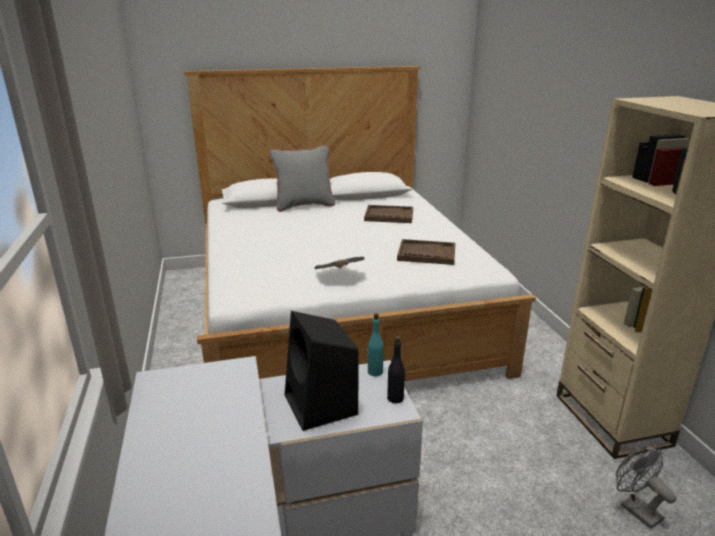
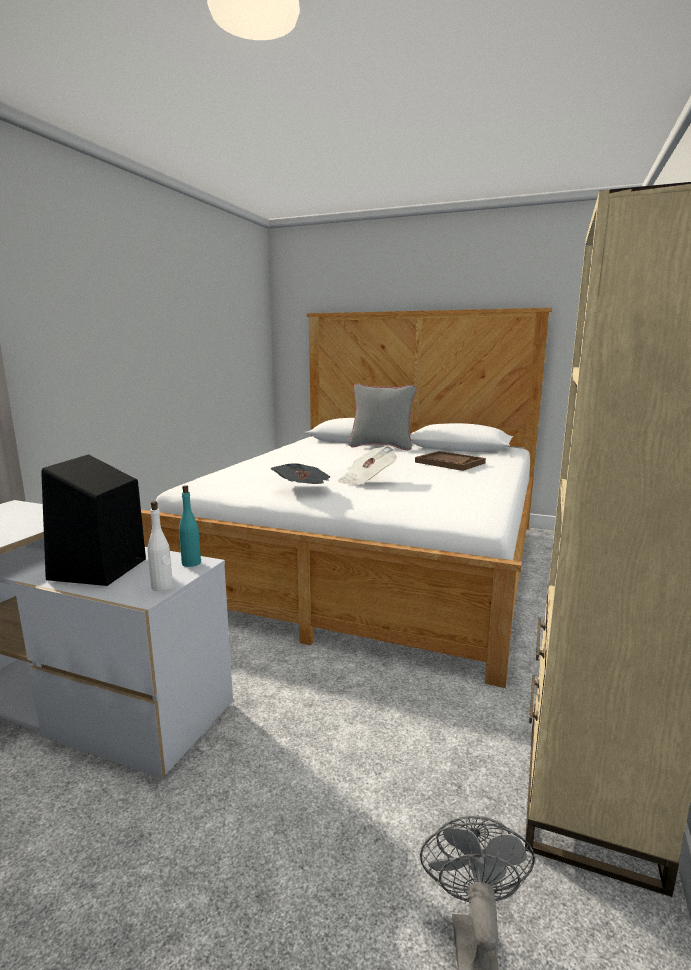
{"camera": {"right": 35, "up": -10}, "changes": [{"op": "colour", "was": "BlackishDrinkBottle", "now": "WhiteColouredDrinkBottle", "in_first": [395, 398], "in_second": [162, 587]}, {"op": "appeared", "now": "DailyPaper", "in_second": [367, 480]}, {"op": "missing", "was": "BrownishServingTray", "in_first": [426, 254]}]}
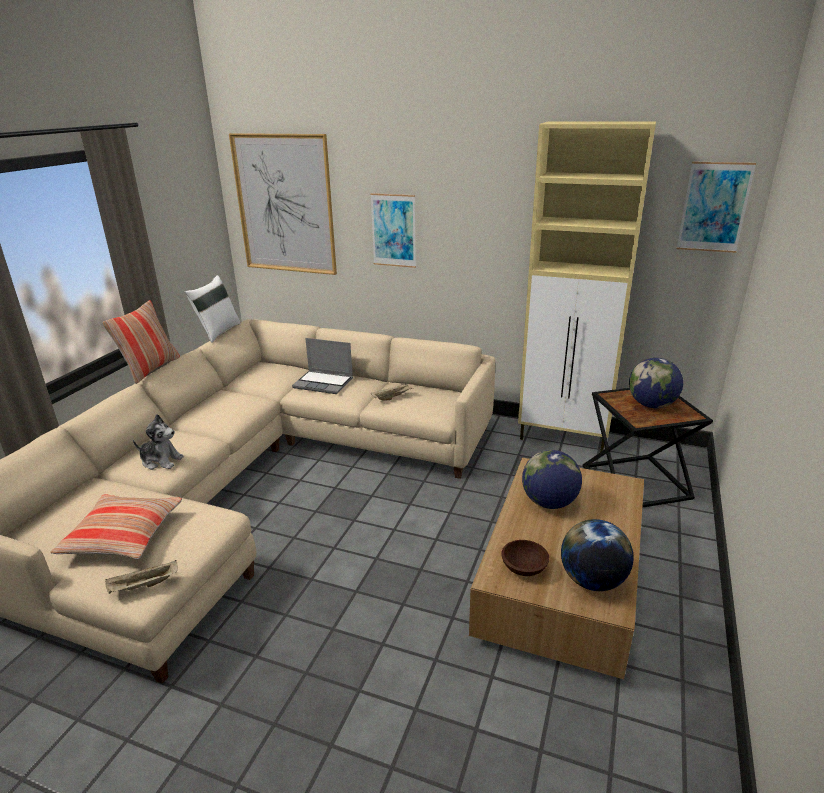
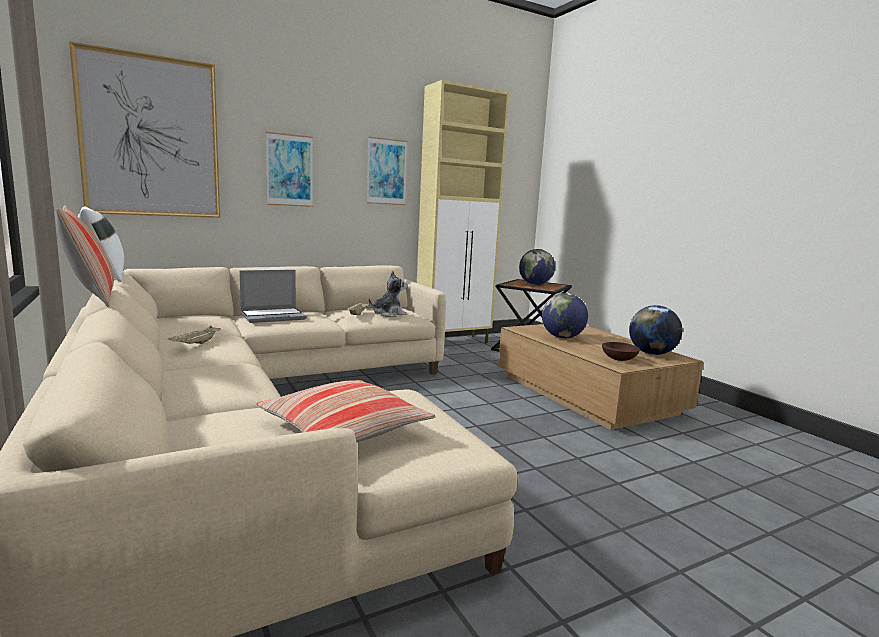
{"camera": {"right": -50, "up": -15}, "changes": [{"op": "relocated", "was": "SandColouredServingTray", "in_first": [143, 586], "in_second": [196, 344]}, {"op": "relocated", "was": "Picture", "in_first": [714, 207], "in_second": [386, 172]}, {"op": "relocated", "was": "CuddlyToy", "in_first": [161, 461], "in_second": [388, 314]}]}
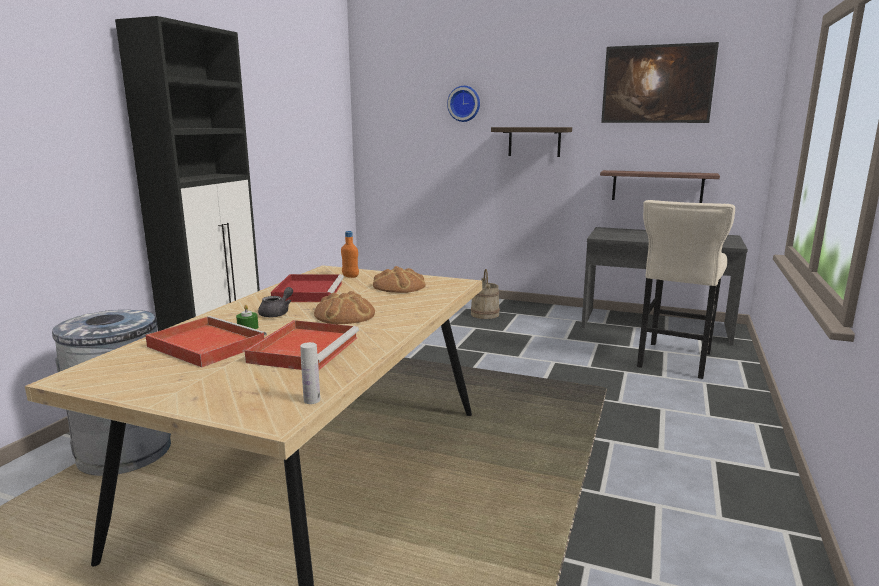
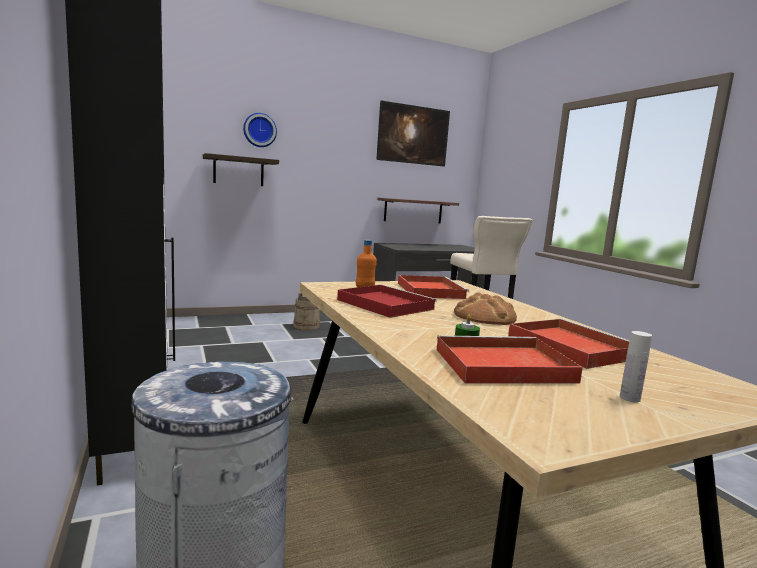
{"camera": {"right": -45, "up": -5}, "changes": [{"op": "relocated", "was": "BracketShelf", "in_first": [534, 141], "in_second": [238, 171]}, {"op": "exchanged", "was": "BakeryBread", "now": "RedServingTray", "in_first": [399, 286], "in_second": [429, 290]}, {"op": "relocated", "was": "WhiteColouredDrinkBottle", "in_first": [312, 400], "in_second": [629, 398]}, {"op": "missing", "was": "GrayTeaPot", "in_first": [277, 313]}]}
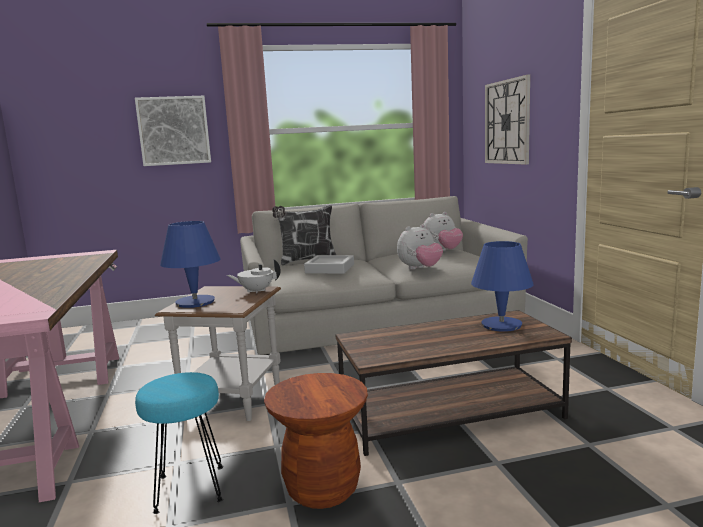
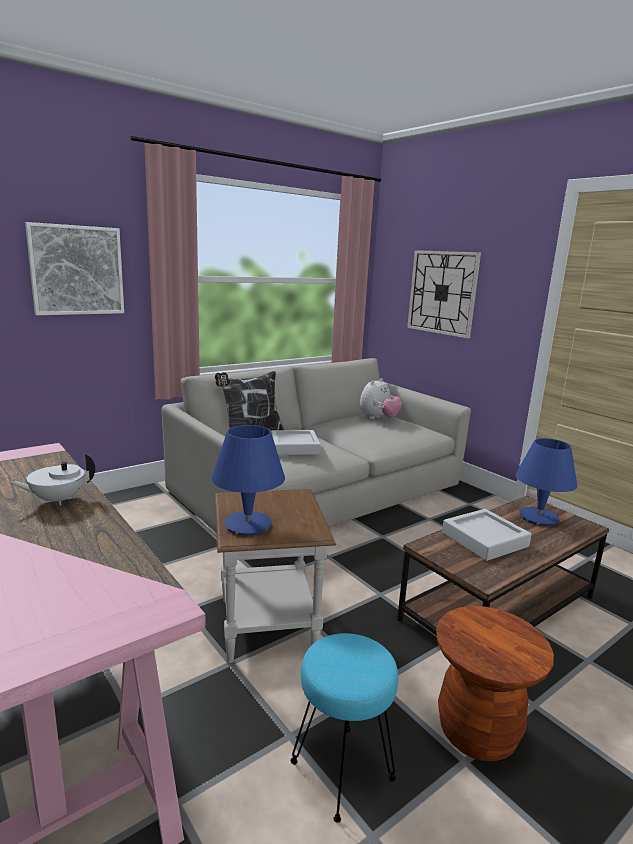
{"camera": {"right": -25, "up": 5}, "changes": [{"op": "relocated", "was": "WhiteColouredTeaPot", "in_first": [256, 291], "in_second": [57, 500]}, {"op": "appeared", "now": "GrayServingTray", "in_second": [484, 539]}, {"op": "missing", "was": "CuddlyToy", "in_first": [420, 269]}]}
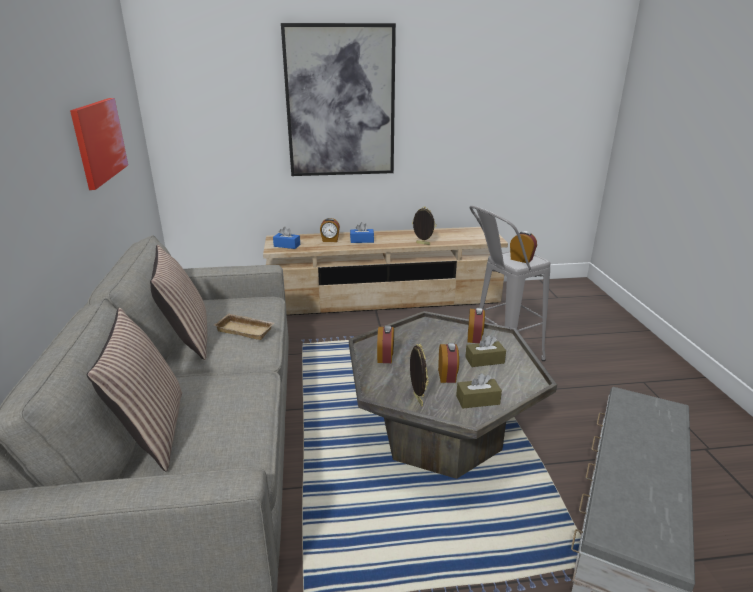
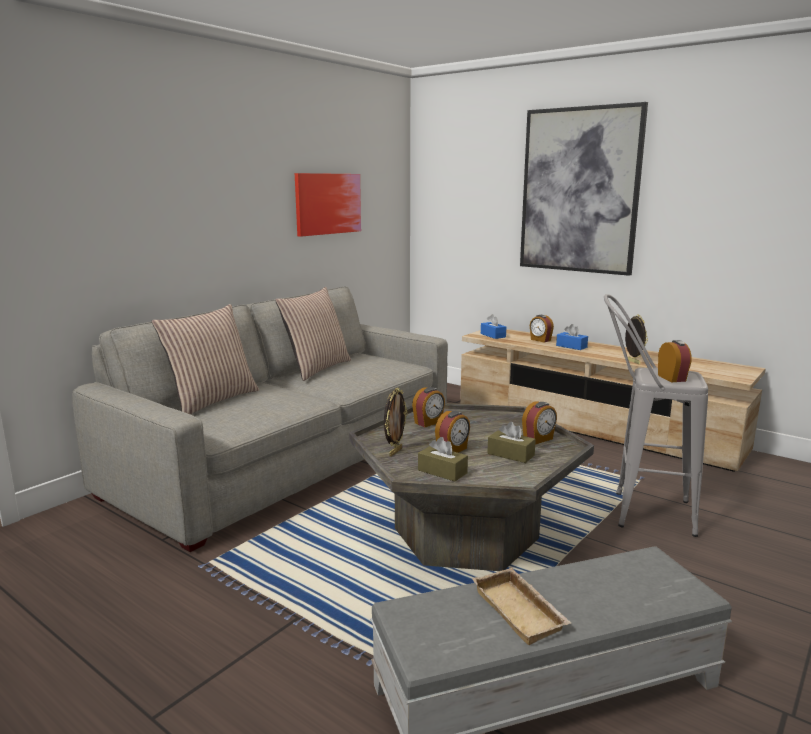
{"camera": {"right": 45, "up": -10}, "changes": [{"op": "relocated", "was": "SandColouredServingTray", "in_first": [246, 329], "in_second": [521, 611]}]}
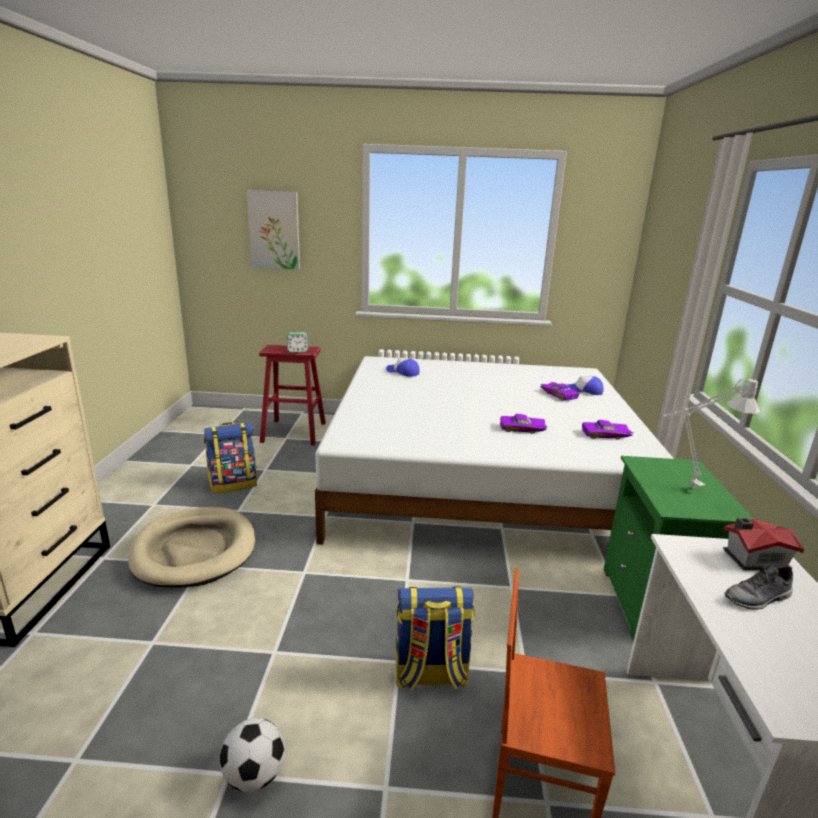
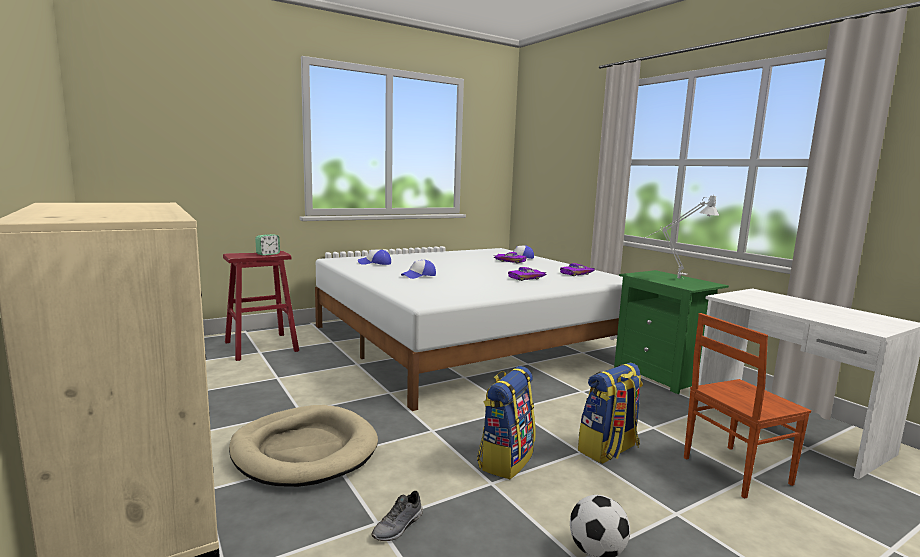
{"camera": {"right": -35, "up": -10}, "changes": [{"op": "relocated", "was": "GrayShoe", "in_first": [758, 598], "in_second": [398, 527]}, {"op": "appeared", "now": "PeakedCap", "in_second": [419, 276]}, {"op": "relocated", "was": "Backpack", "in_first": [233, 484], "in_second": [505, 460]}, {"op": "missing", "was": "Picture", "in_first": [274, 230]}, {"op": "missing", "was": "MiniatureHouse", "in_first": [753, 558]}]}
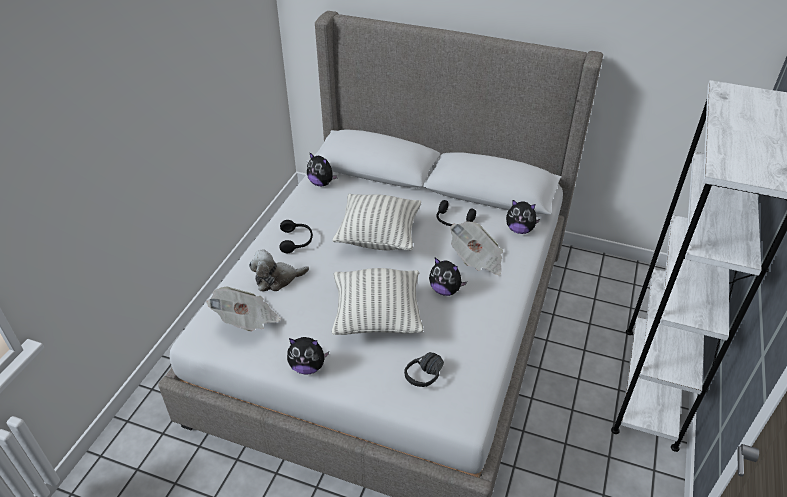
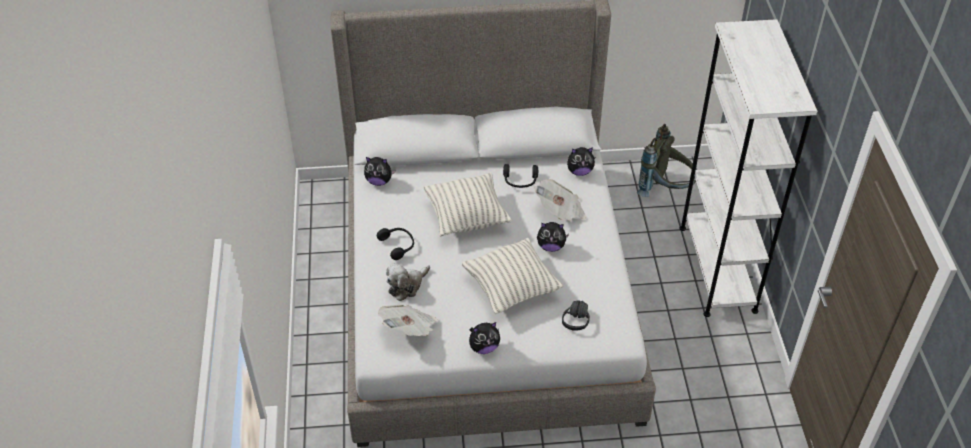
{"camera": {"right": -25, "up": 5}, "changes": [{"op": "appeared", "now": "GrayBackpack", "in_second": [665, 190]}]}
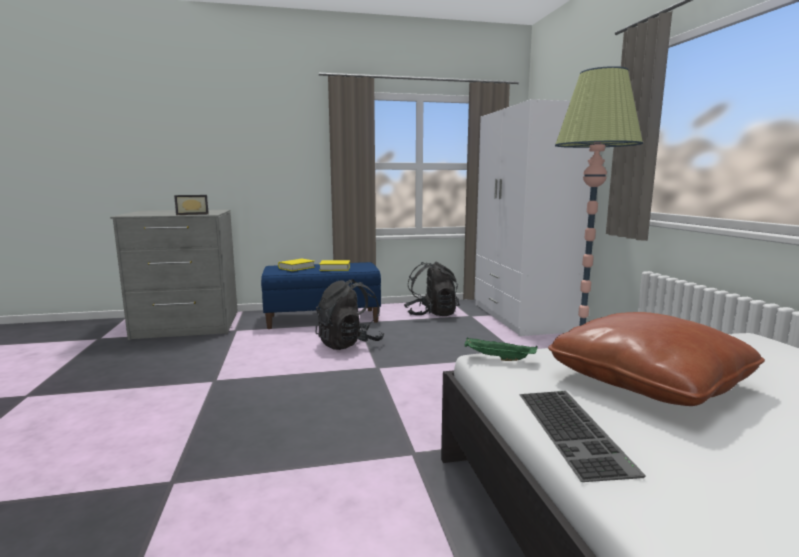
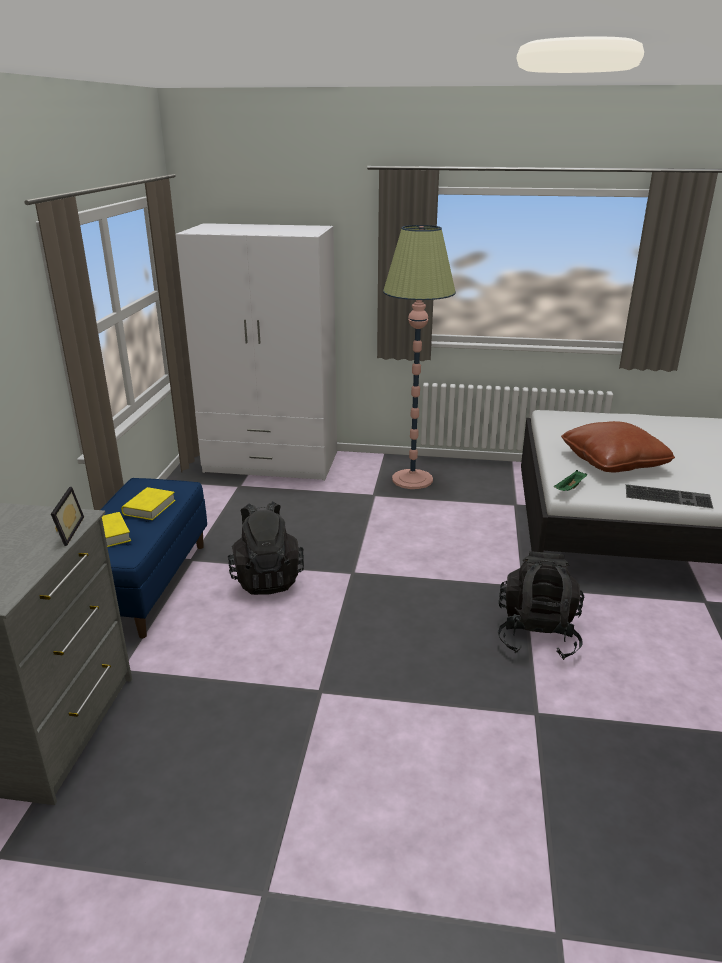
{"camera": {"right": -70, "up": 15}, "changes": [{"op": "relocated", "was": "BlackishBackpack", "in_first": [431, 314], "in_second": [537, 635]}]}
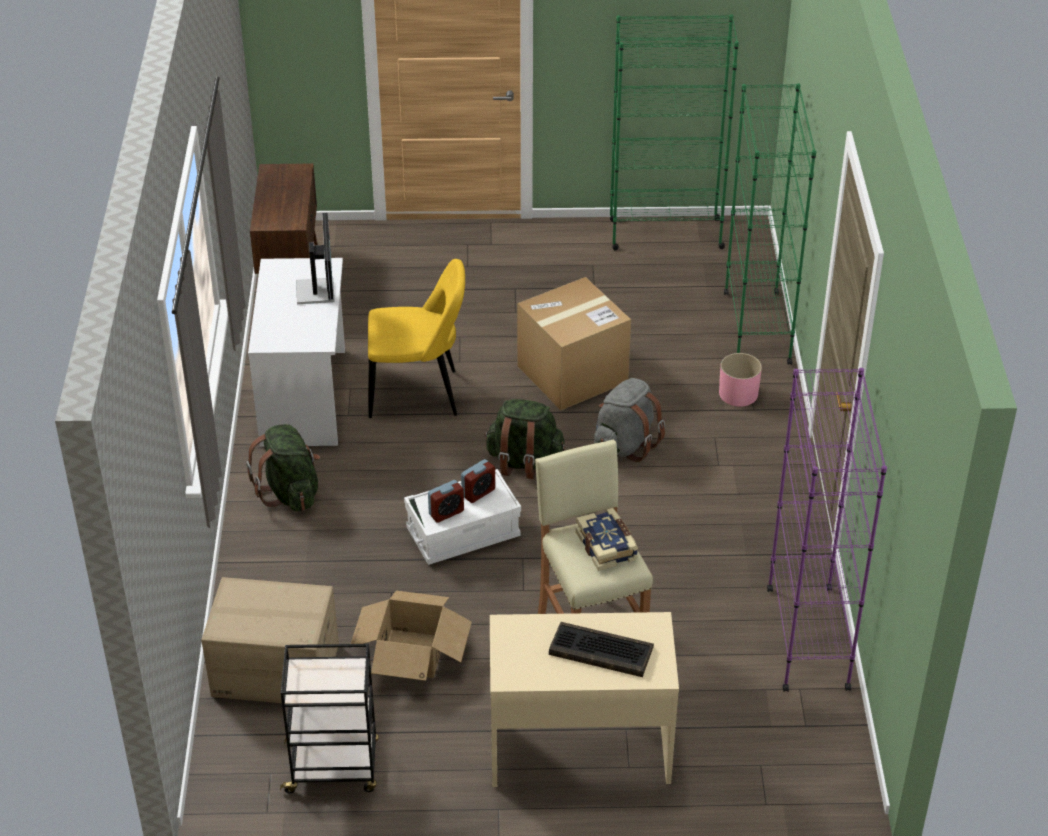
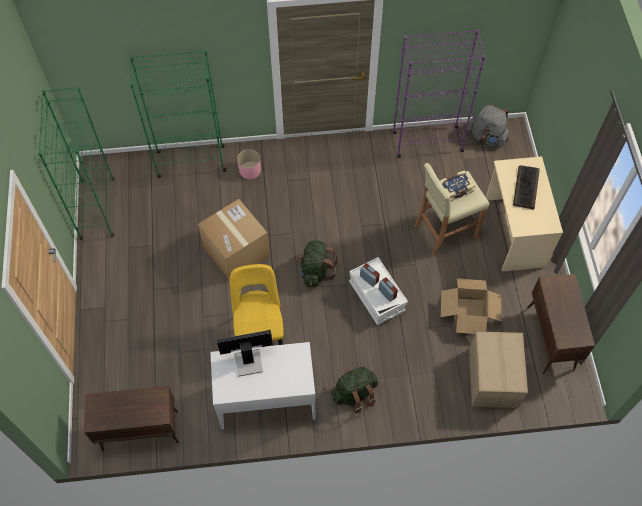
{"camera": {"right": -95, "up": 20}, "changes": [{"op": "relocated", "was": "GrayBackpack", "in_first": [625, 445], "in_second": [487, 137]}, {"op": "exchanged", "was": "BlackishCart", "now": "BrownishCupboard", "in_first": [334, 767], "in_second": [550, 339]}]}
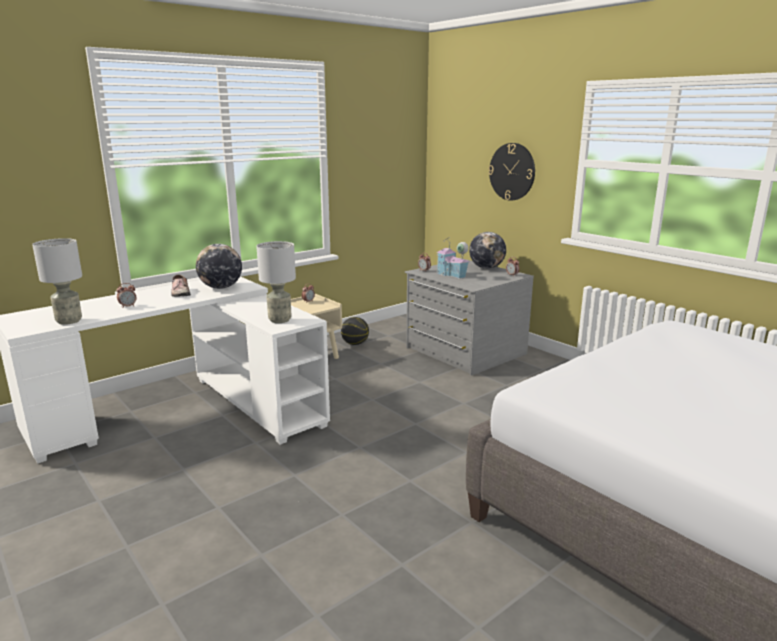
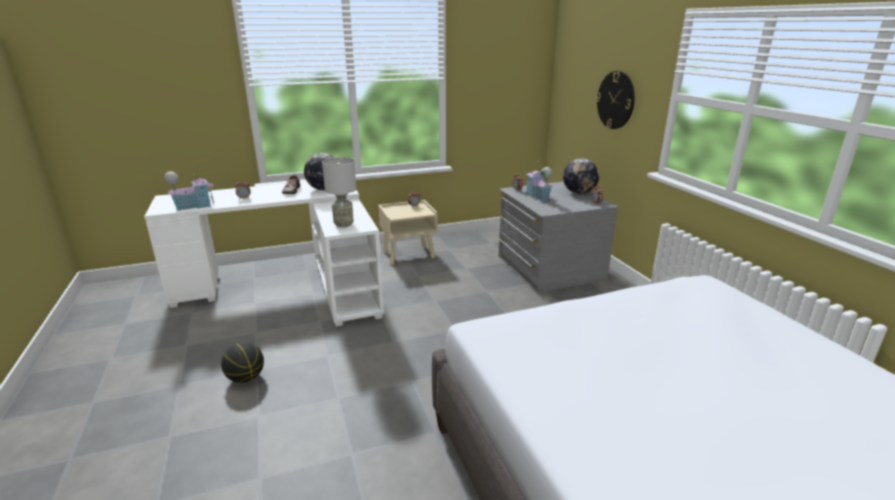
{"camera": {"right": 20, "up": 5}, "changes": [{"op": "exchanged", "was": "GrayTableLamp", "now": "MiniatureHouse", "in_first": [69, 321], "in_second": [194, 206]}, {"op": "relocated", "was": "BallForBasketball", "in_first": [355, 344], "in_second": [246, 378]}]}
